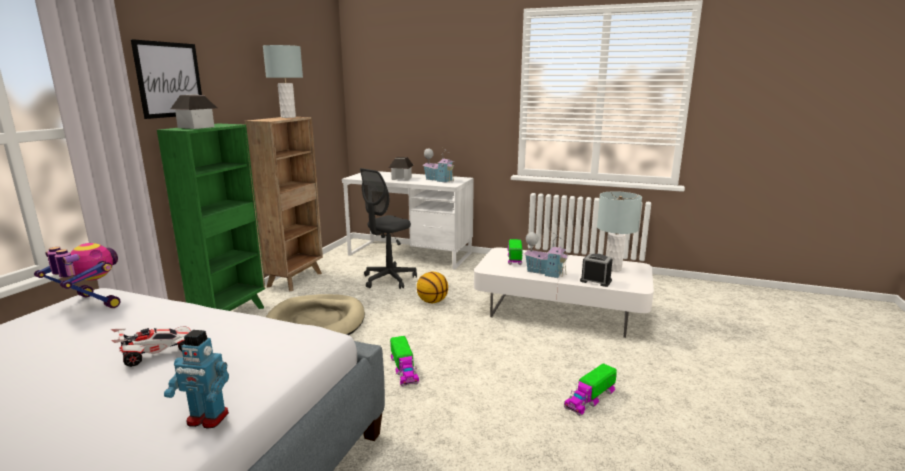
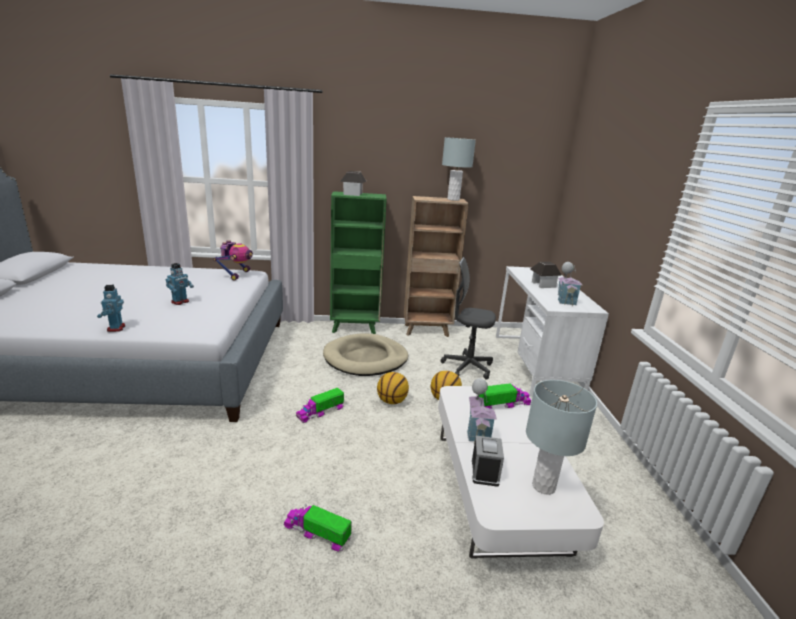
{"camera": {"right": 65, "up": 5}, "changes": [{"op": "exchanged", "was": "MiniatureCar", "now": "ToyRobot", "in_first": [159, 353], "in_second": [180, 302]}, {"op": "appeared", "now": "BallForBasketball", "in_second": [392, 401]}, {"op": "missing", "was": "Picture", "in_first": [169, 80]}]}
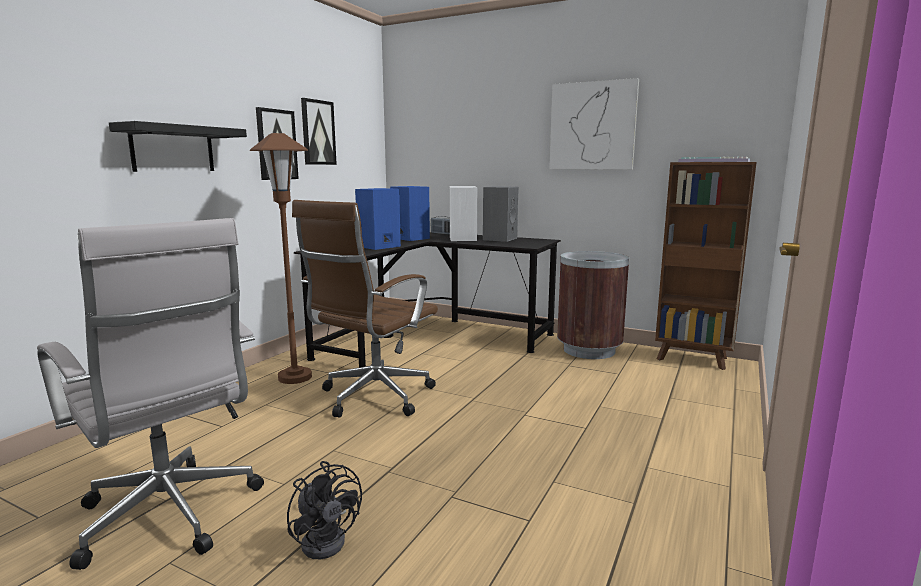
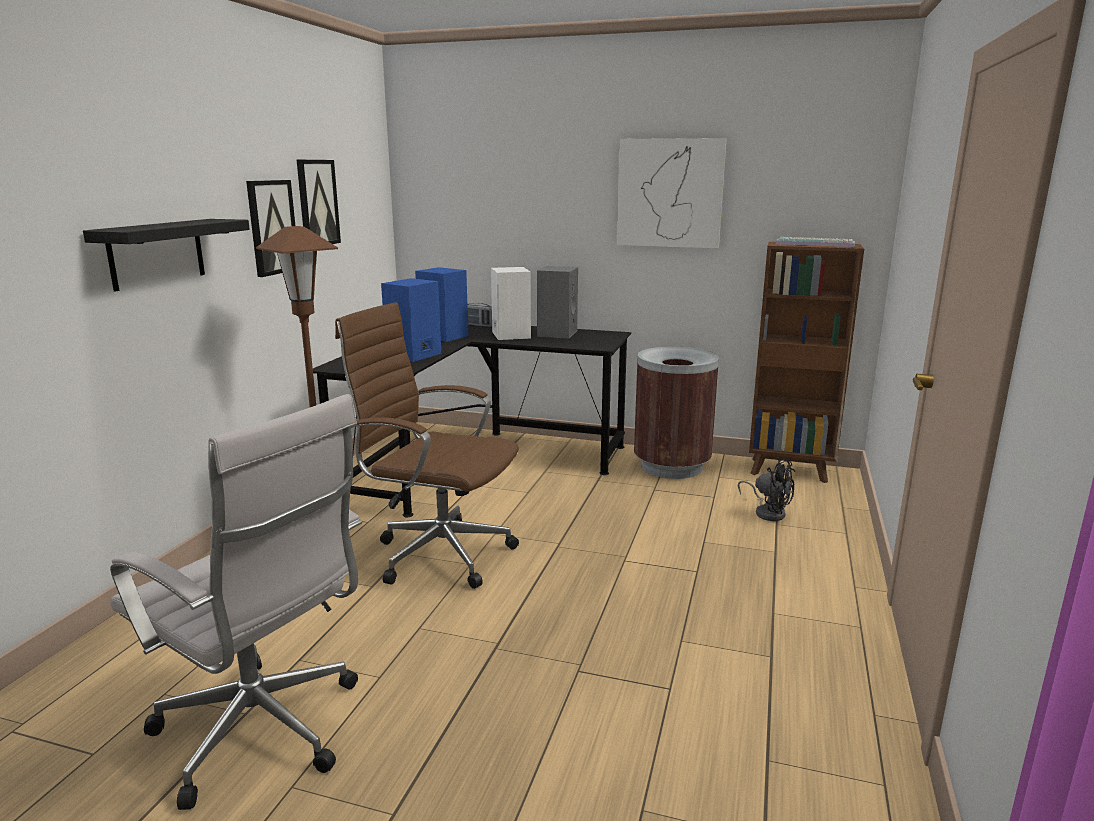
{"camera": {"right": -10, "up": 5}, "changes": [{"op": "spun", "was": "BrownishOfficeChair", "in_first": [372, 398], "in_second": [437, 553], "clockwise": 90}, {"op": "relocated", "was": "BlackishCoolingFan", "in_first": [327, 538], "in_second": [768, 512]}]}
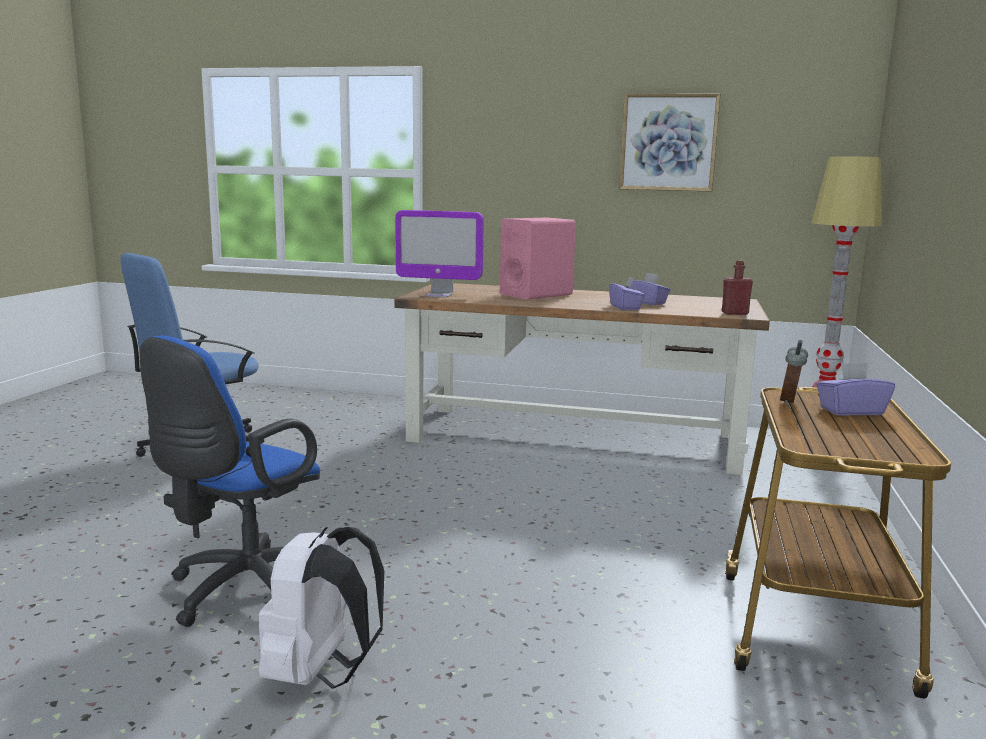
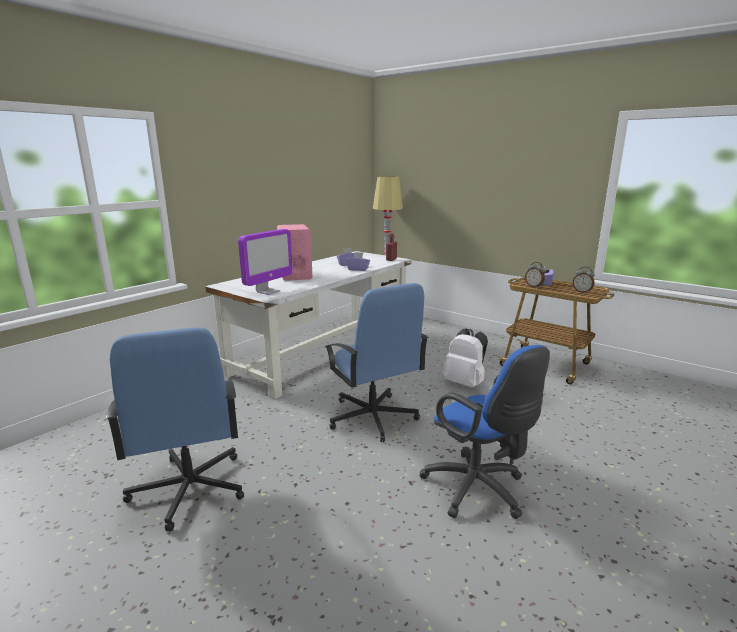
{"camera": {"right": -65, "up": 5}, "changes": [{"op": "colour", "was": "BrownishDesk", "now": "WhiteColouredDesk", "in_first": [576, 438], "in_second": [323, 352]}, {"op": "appeared", "now": "BlueOfficeChair", "in_second": [372, 418]}, {"op": "relocated", "was": "WhiteColouredBackpack", "in_first": [319, 674], "in_second": [465, 383]}, {"op": "appeared", "now": "TableClock", "in_second": [582, 292]}, {"op": "missing", "was": "Picture", "in_first": [668, 142]}]}
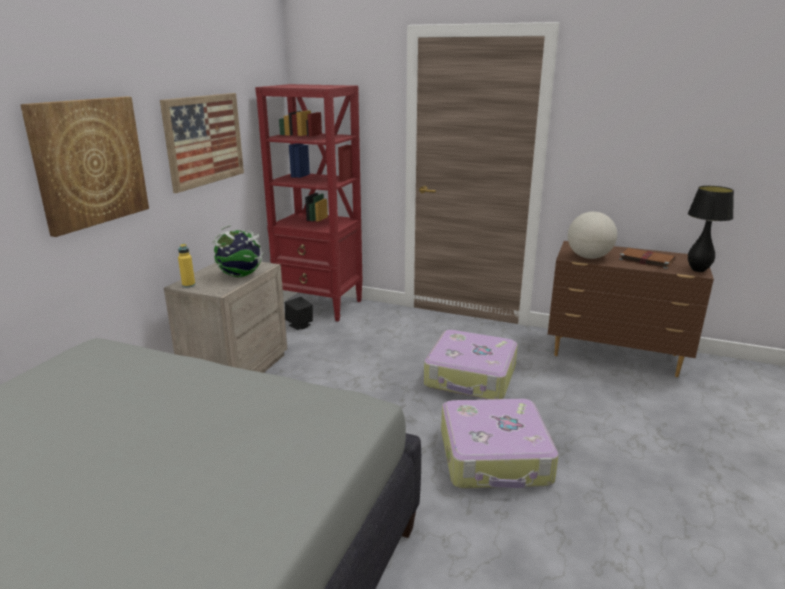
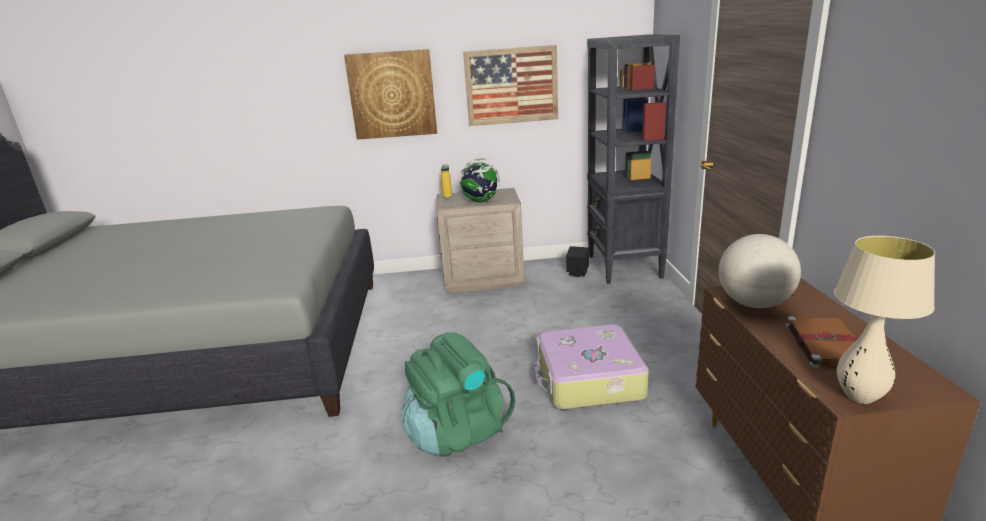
{"camera": {"right": 65, "up": 0}, "changes": [{"op": "exchanged", "was": "TravelCase", "now": "GreenishBackpack", "in_first": [495, 457], "in_second": [457, 432]}, {"op": "colour", "was": "RedBookcase", "now": "BlackishBookcase", "in_first": [320, 306], "in_second": [624, 267]}, {"op": "colour", "was": "BlackishTableLamp", "now": "SandColouredTableLamp", "in_first": [698, 270], "in_second": [859, 397]}]}
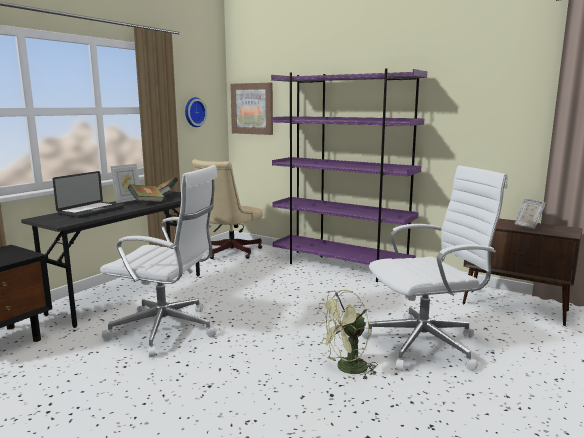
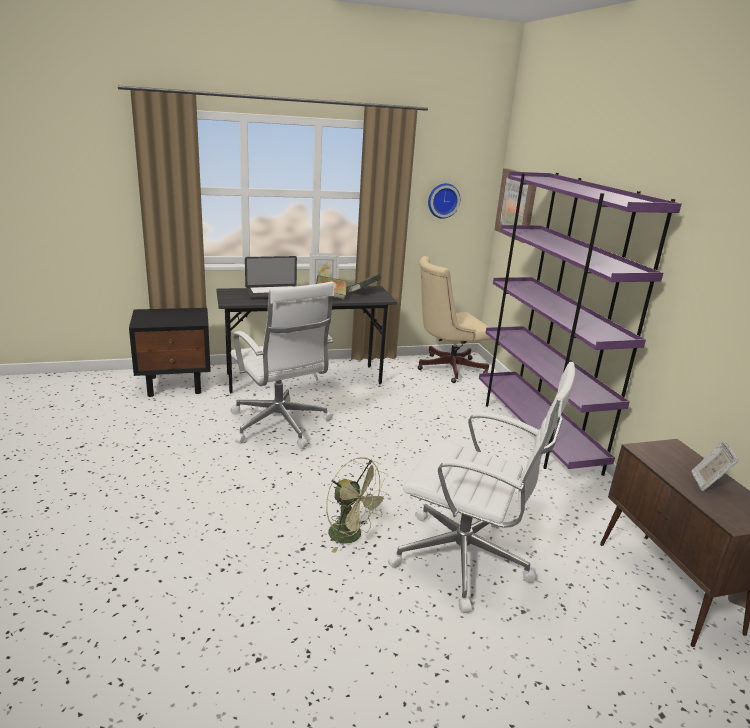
{"camera": {"right": 40, "up": 10}, "changes": [{"op": "spun", "was": "GreenishCoolingFan", "in_first": [347, 369], "in_second": [351, 536], "clockwise": -150}]}
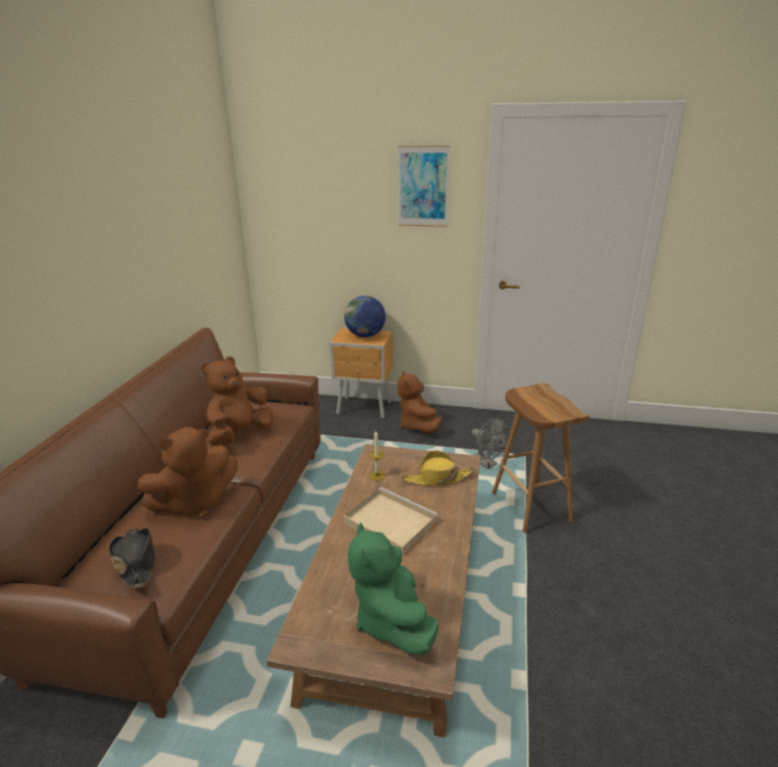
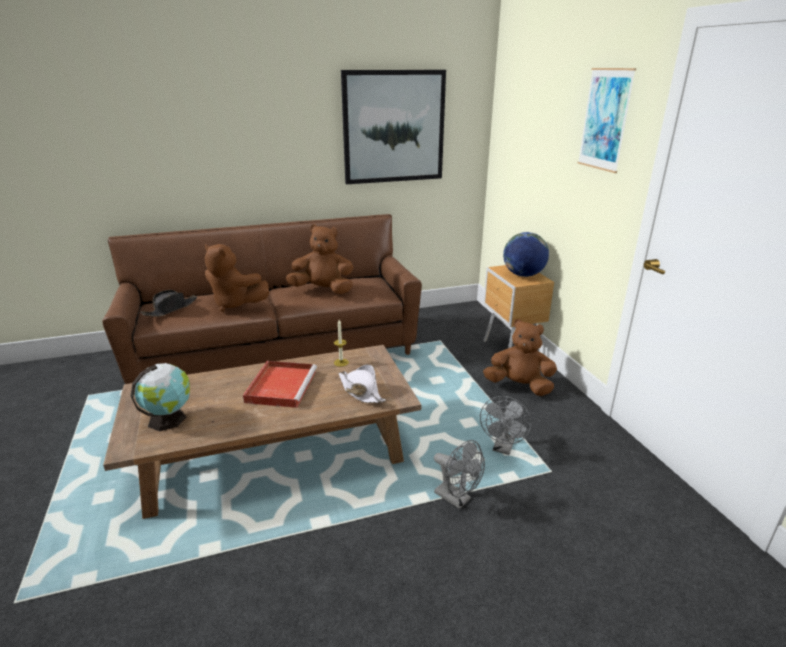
{"camera": {"right": 60, "up": 0}, "changes": [{"op": "exchanged", "was": "GreenishCuddlyToy", "now": "Globe", "in_first": [391, 621], "in_second": [169, 418]}, {"op": "colour", "was": "SandColouredServingTray", "now": "RedServingTray", "in_first": [389, 522], "in_second": [281, 385]}, {"op": "colour", "was": "YellowHat", "now": "WhiteColouredHat", "in_first": [437, 478], "in_second": [360, 391]}, {"op": "appeared", "now": "Picture", "in_second": [393, 127]}, {"op": "exchanged", "was": "BrownishStool", "now": "GrayCoolingFan", "in_first": [529, 506], "in_second": [457, 499]}, {"op": "spun", "was": "BrownishCuddlyToy", "in_first": [418, 426], "in_second": [519, 386], "clockwise": 60}]}
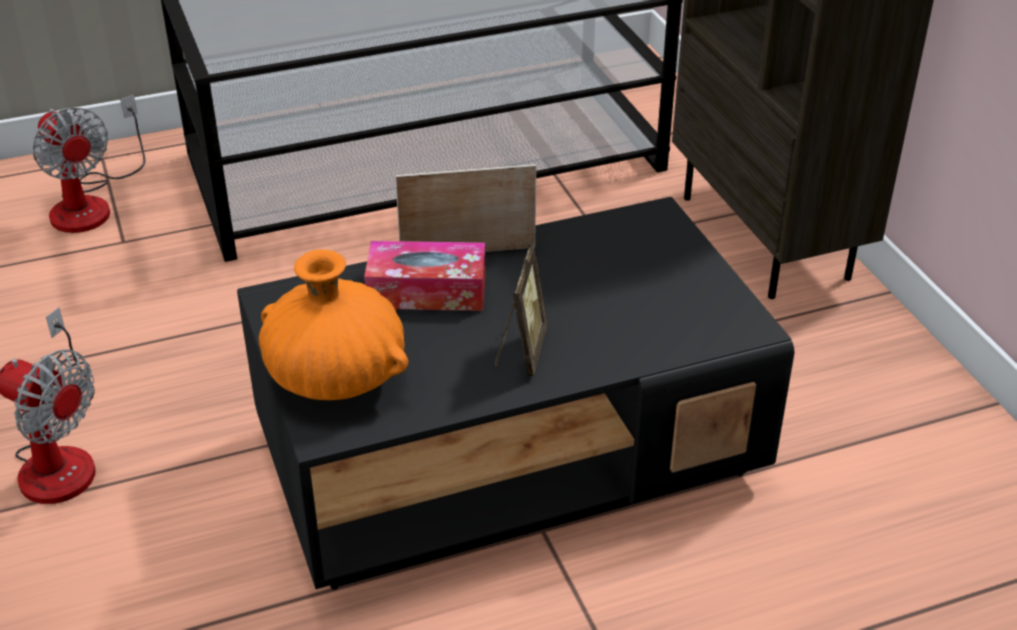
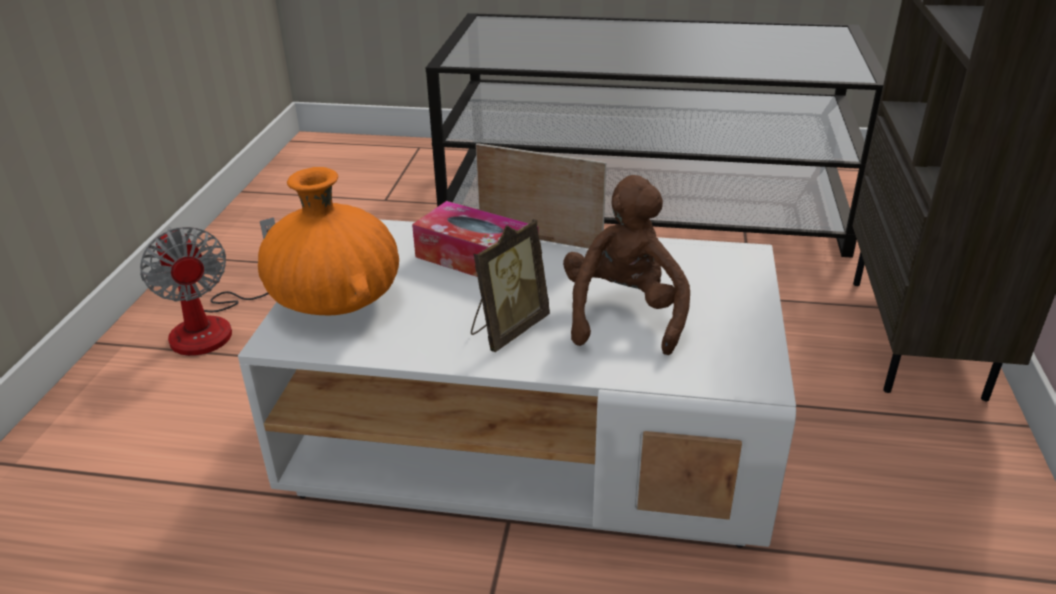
{"camera": {"right": 30, "up": -5}, "changes": [{"op": "colour", "was": "BlackishLowTable", "now": "WhiteColouredLowTable", "in_first": [509, 454], "in_second": [533, 442]}, {"op": "appeared", "now": "BrownishCuddlyToy", "in_second": [623, 315]}, {"op": "missing", "was": "CoolingFan", "in_first": [91, 203]}]}
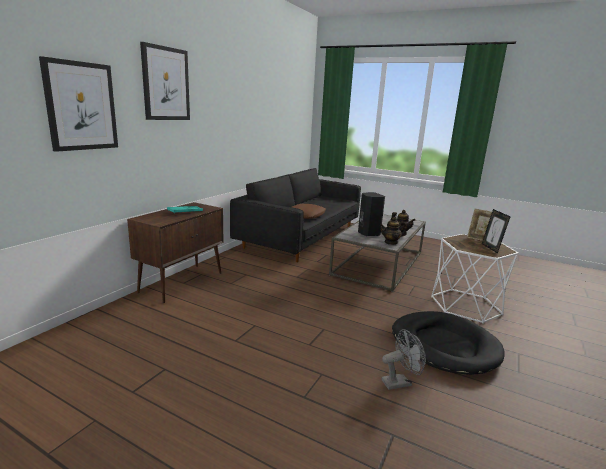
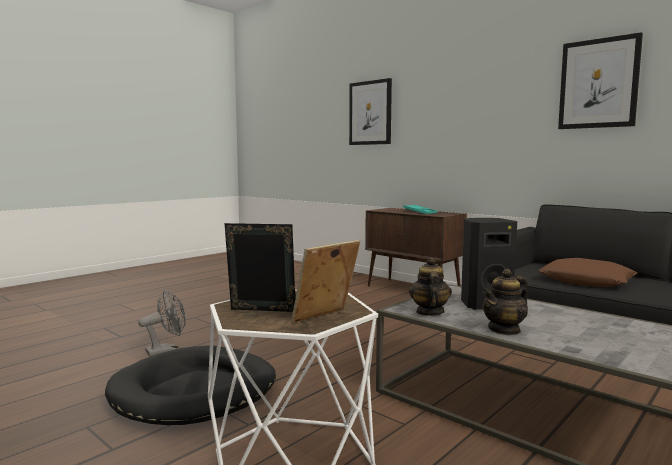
{"camera": {"right": 105, "up": -10}, "changes": [{"op": "spun", "was": "GrayCoolingFan", "in_first": [400, 382], "in_second": [167, 350], "clockwise": -120}, {"op": "relocated", "was": "Picture", "in_first": [166, 84], "in_second": [598, 84]}]}
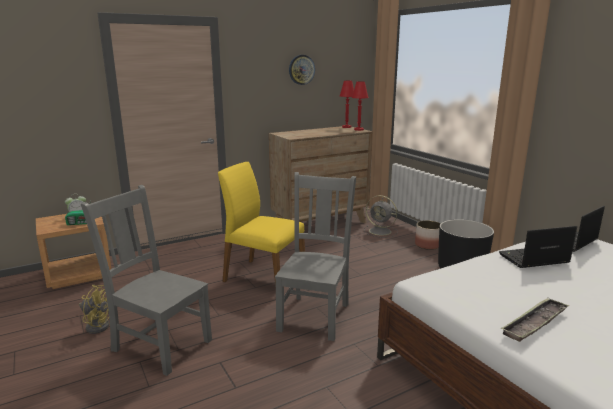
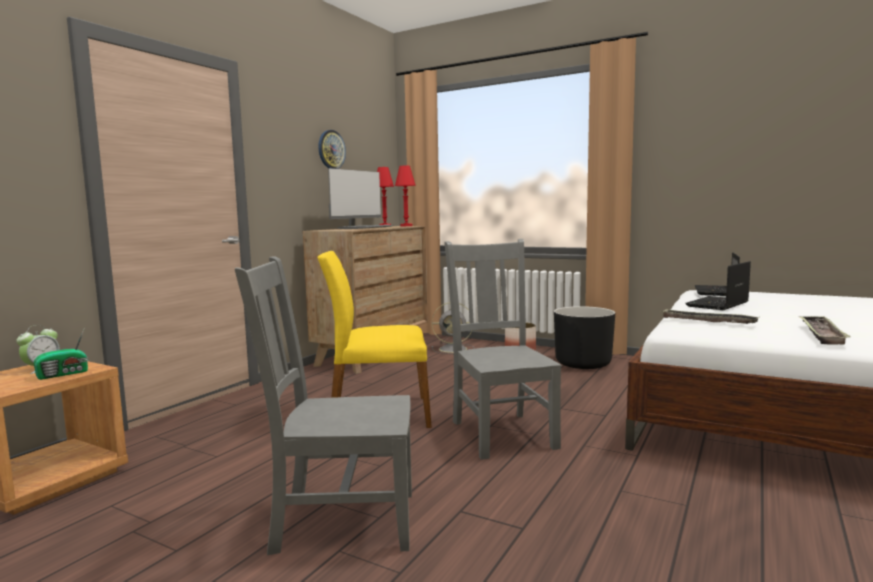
{"camera": {"right": -30, "up": -10}, "changes": [{"op": "appeared", "now": "ComputerScreen", "in_second": [364, 228]}, {"op": "appeared", "now": "ServingTray", "in_second": [708, 321]}, {"op": "missing", "was": "YellowCoolingFan", "in_first": [97, 325]}]}
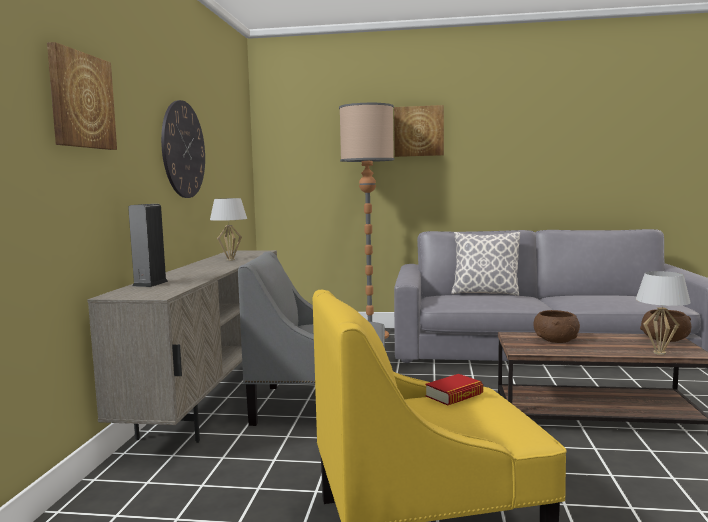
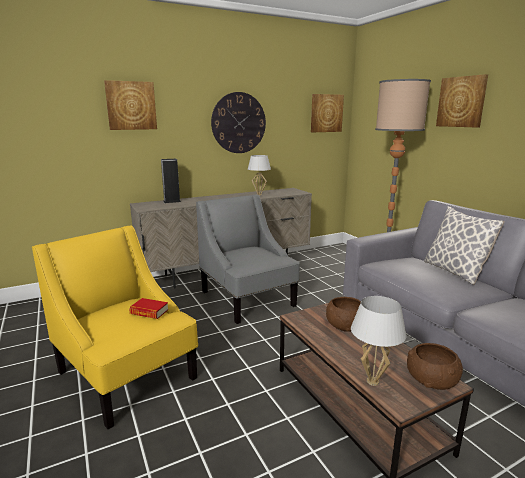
{"camera": {"right": 55, "up": 10}, "changes": [{"op": "appeared", "now": "Picture", "in_second": [326, 113]}]}
